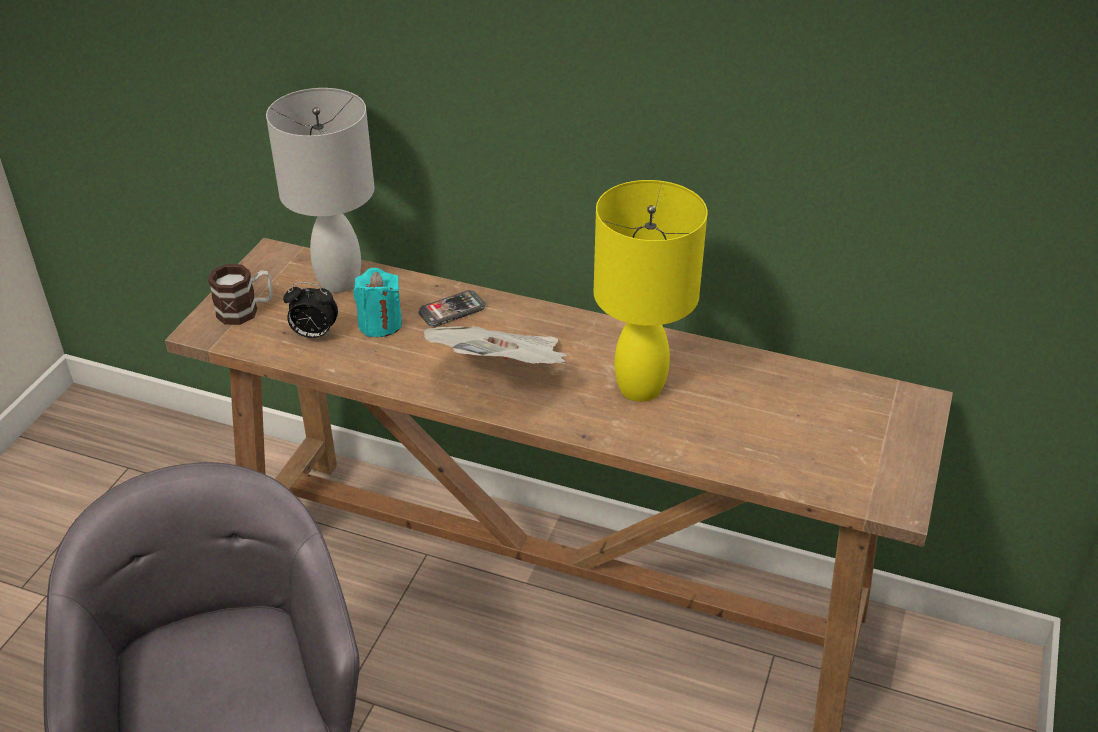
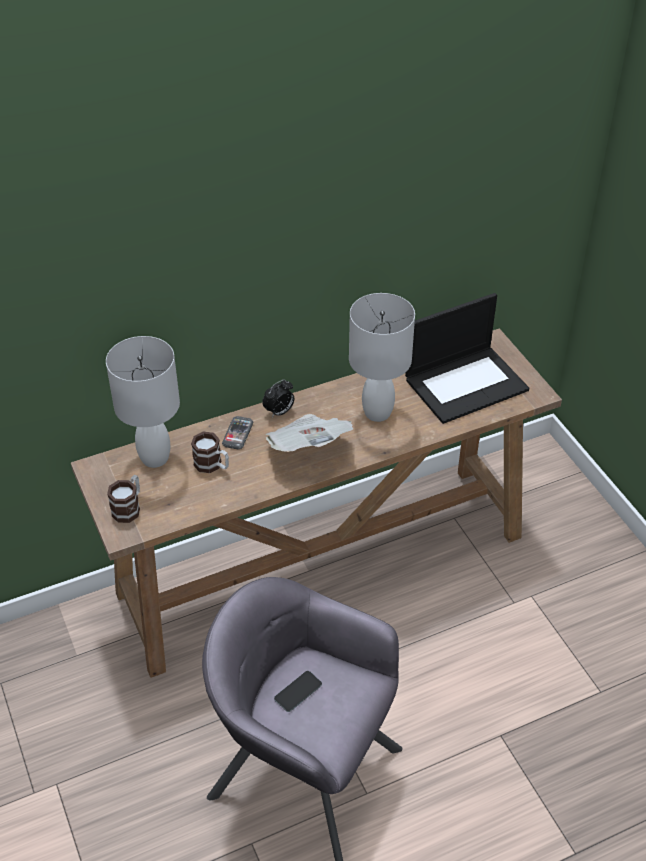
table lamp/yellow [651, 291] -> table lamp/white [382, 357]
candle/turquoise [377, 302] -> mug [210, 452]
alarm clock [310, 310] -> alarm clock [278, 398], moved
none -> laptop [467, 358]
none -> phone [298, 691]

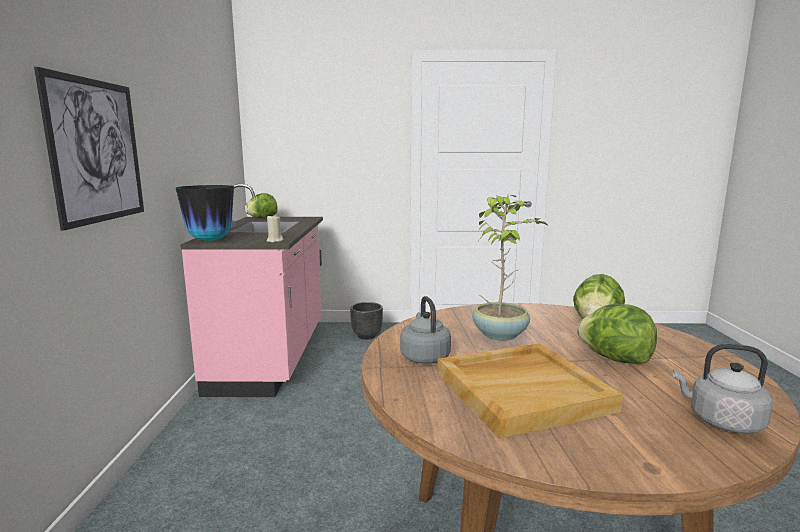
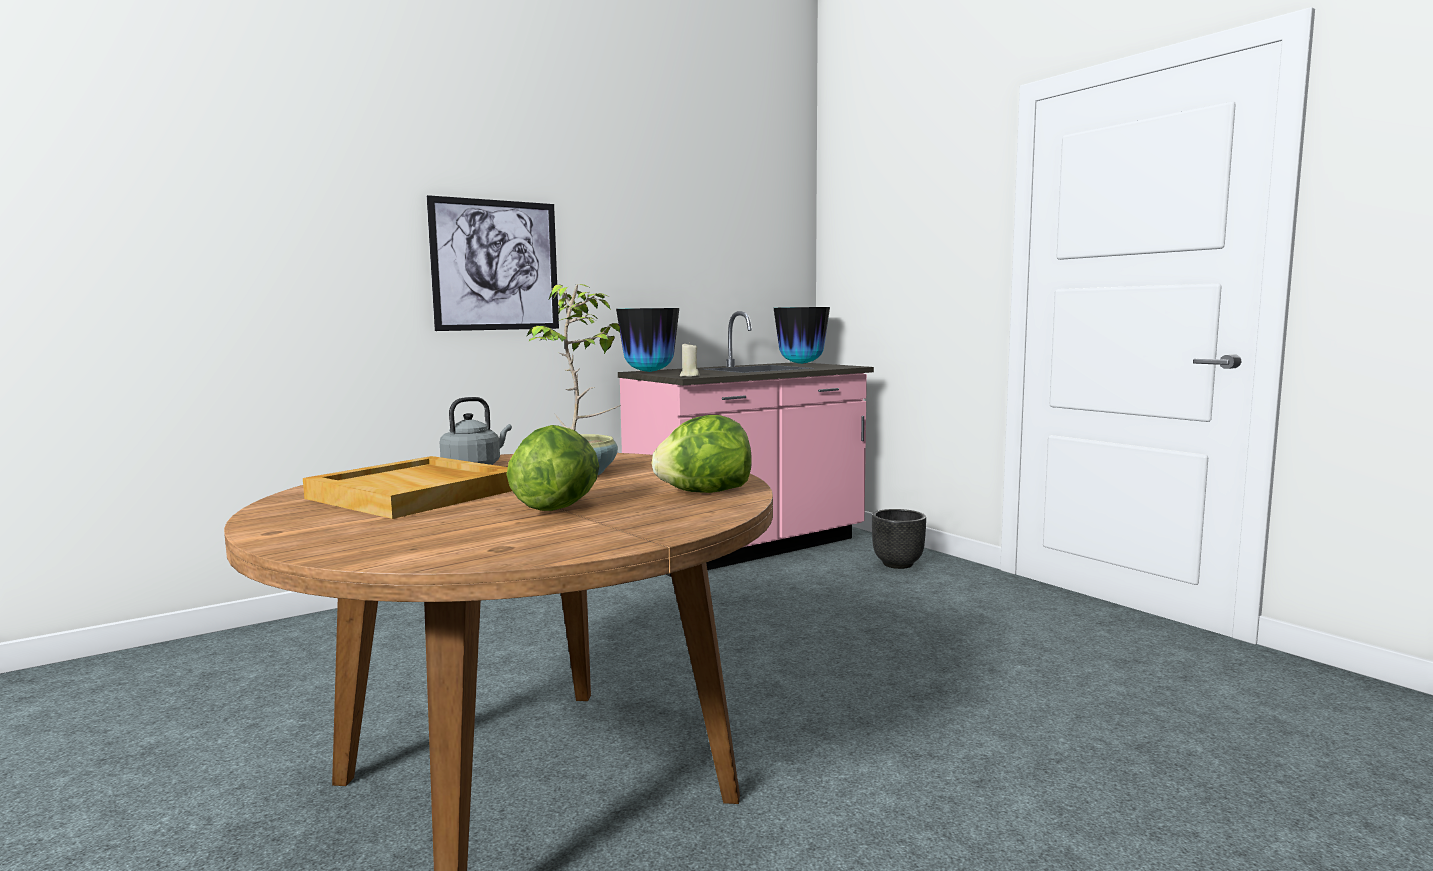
lettuce [261, 205] -> vase [802, 335]
kettle/grey [723, 389] -> none

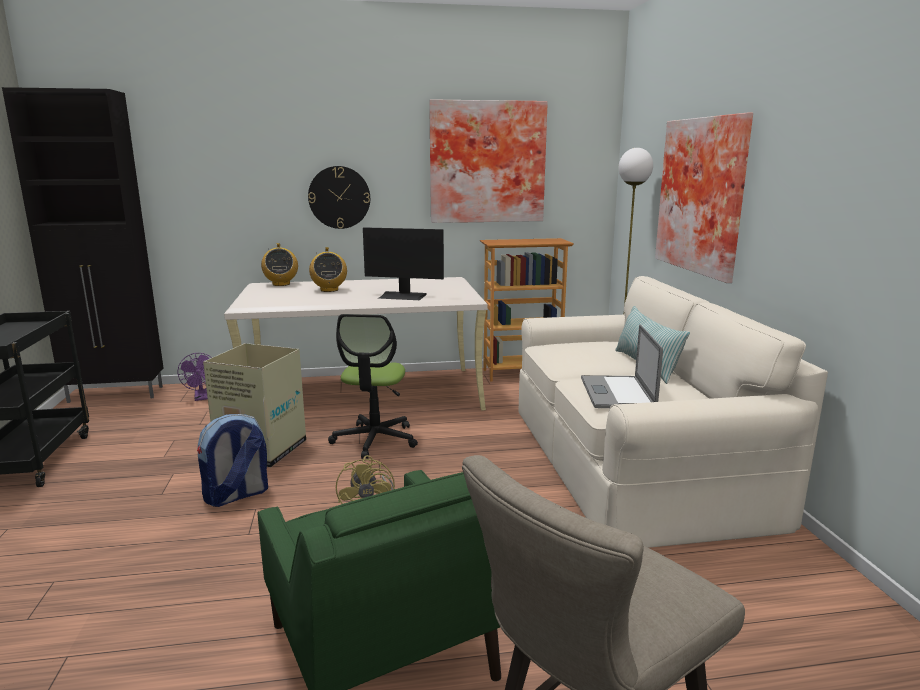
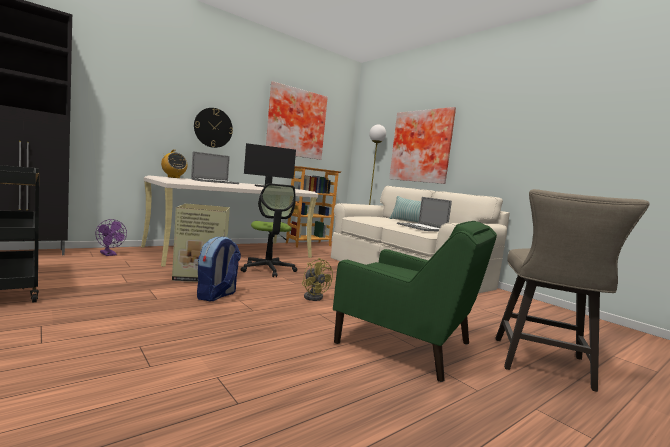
radio [328, 269] -> laptop [215, 167]

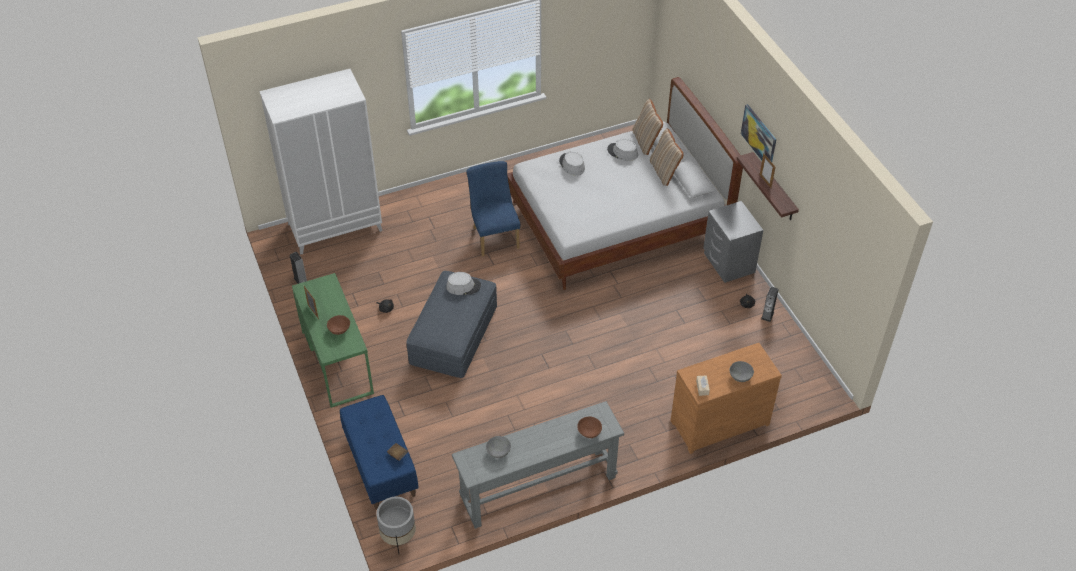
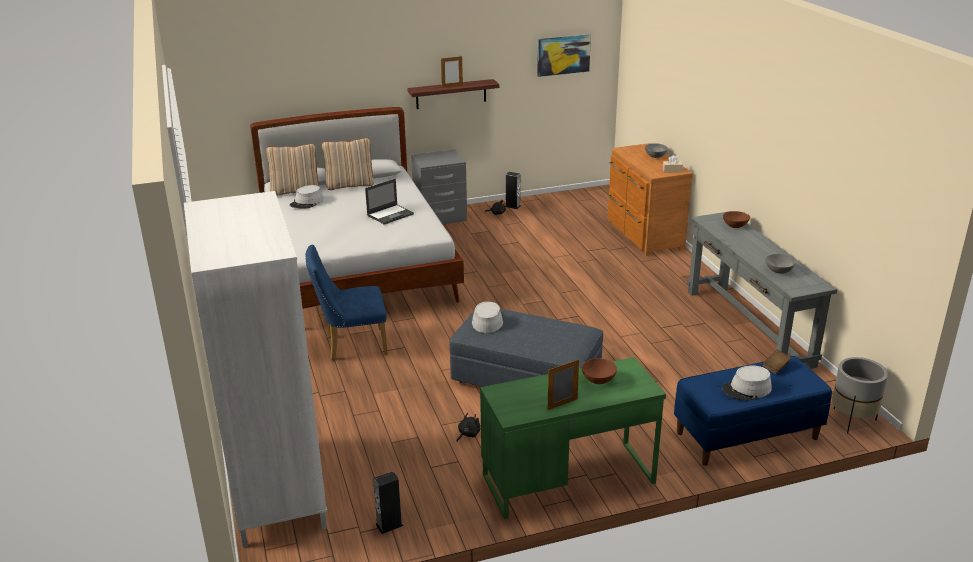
picture [758, 133] -> picture [564, 55], moved
hat/grey [572, 163] -> hat/grey [747, 383], moved
none -> laptop [389, 202]

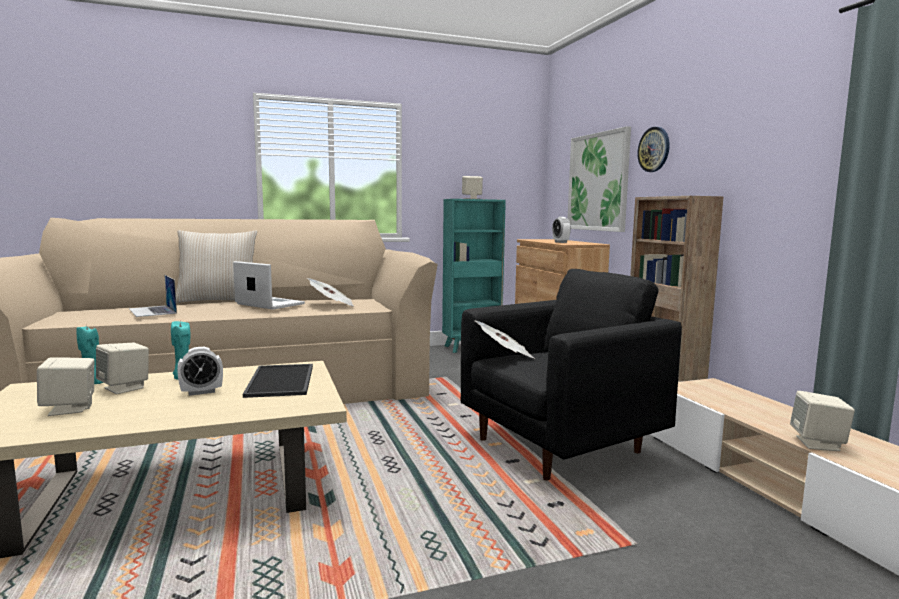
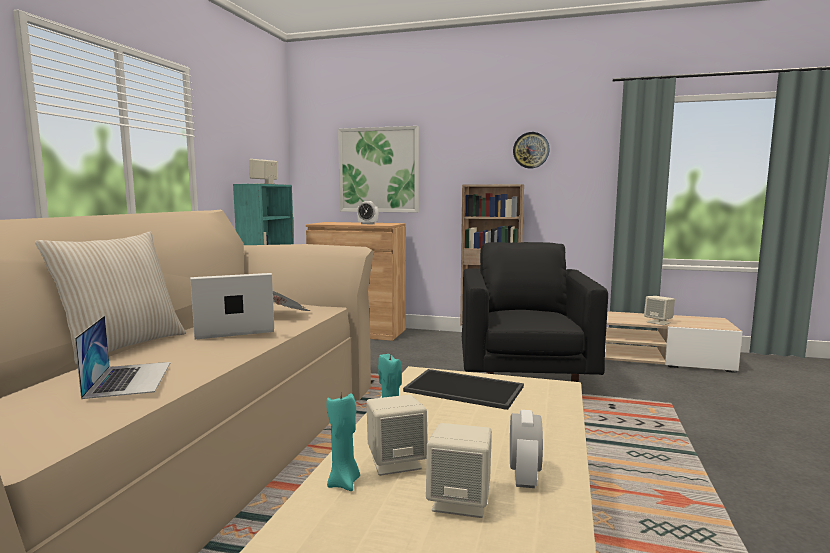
wall clock [653, 149] -> wall clock [531, 150], moved
laptop [153, 296] -> laptop [123, 357], 105 degrees counterclockwise
newspaper [504, 339] -> none
alarm clock [200, 371] -> alarm clock [526, 449], moved

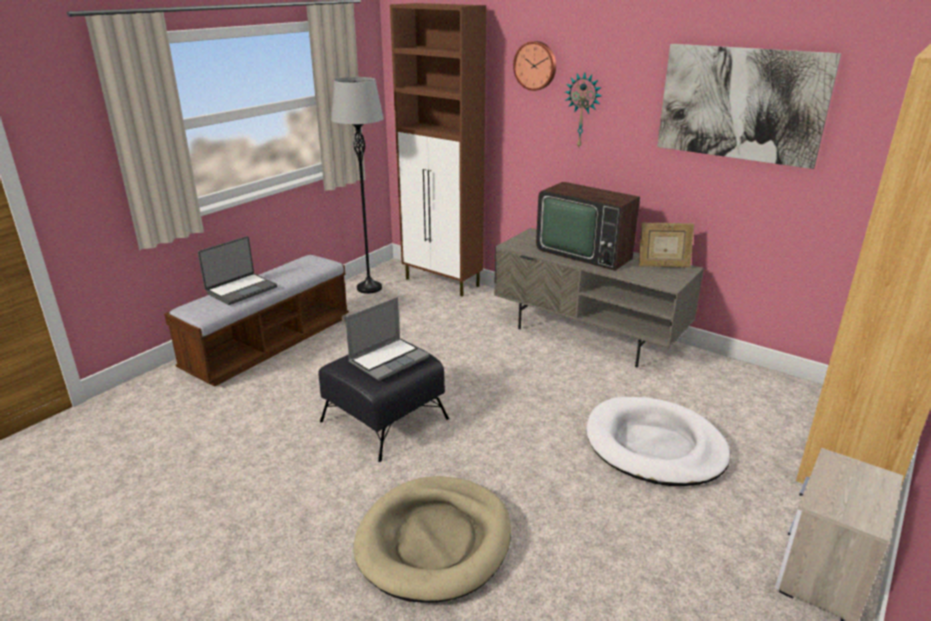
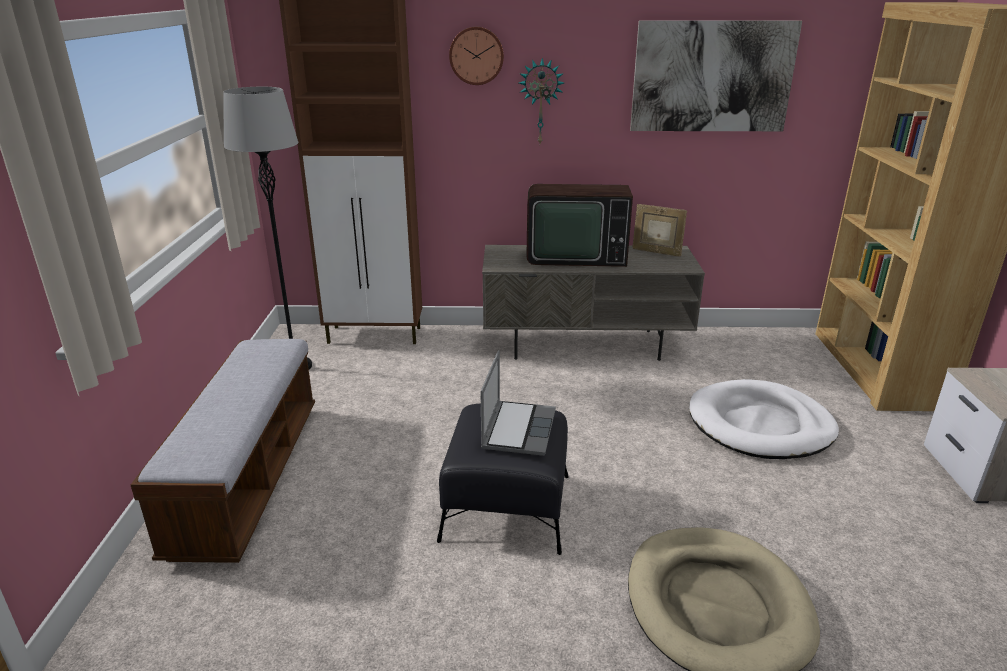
picture frame [666, 245] -> picture frame [659, 230], 60 degrees clockwise
laptop [237, 270] -> none

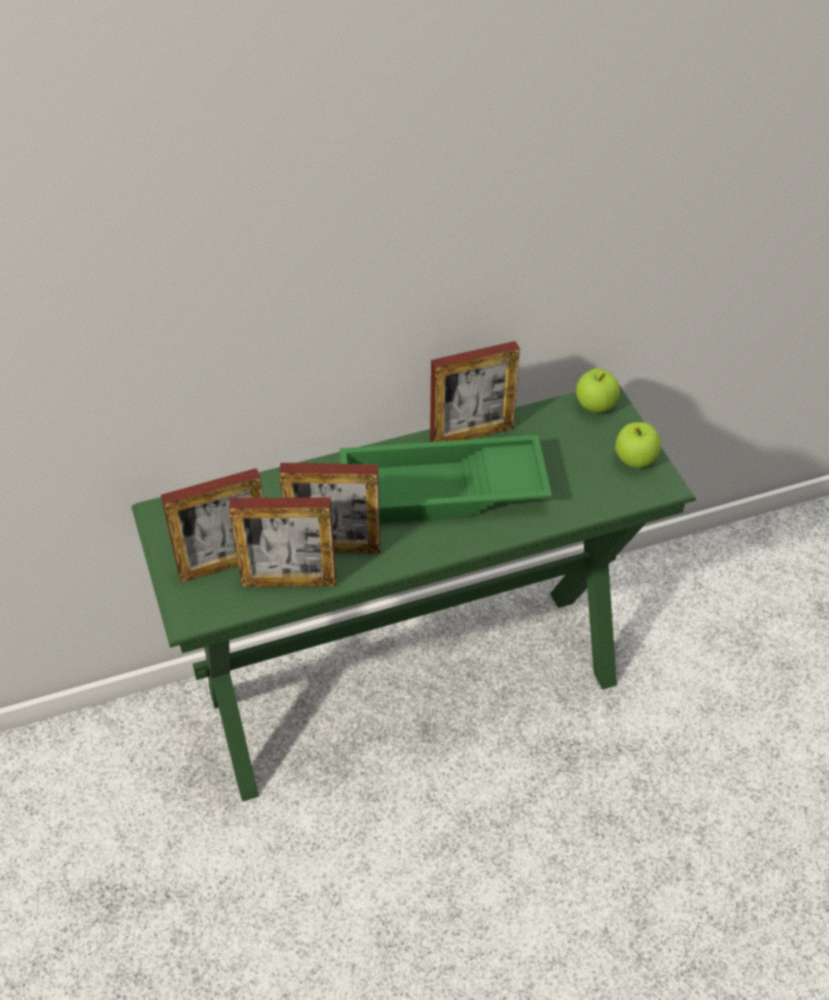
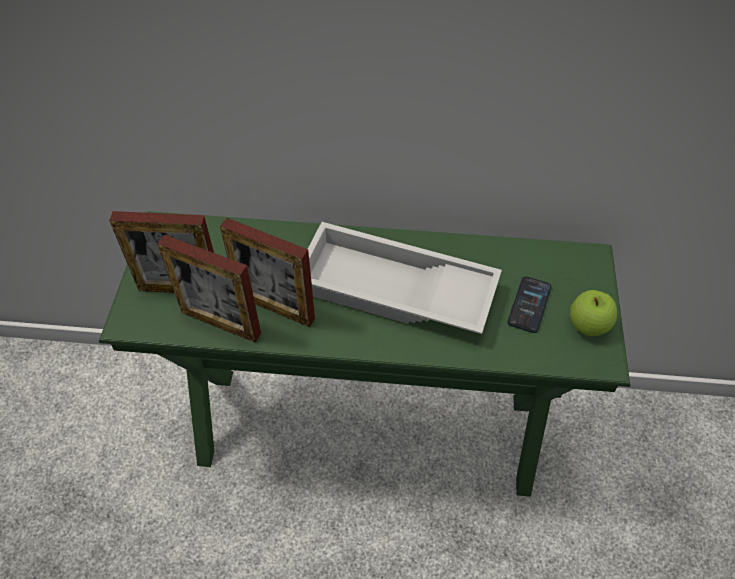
picture frame [475, 391] -> none
apple [598, 391] -> none
tray/green [446, 479] -> tray/white [405, 278]
none -> phone [530, 304]

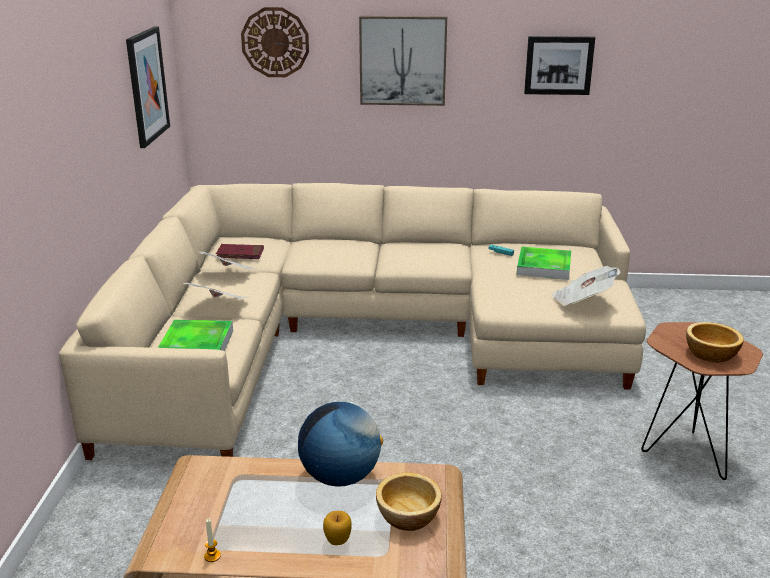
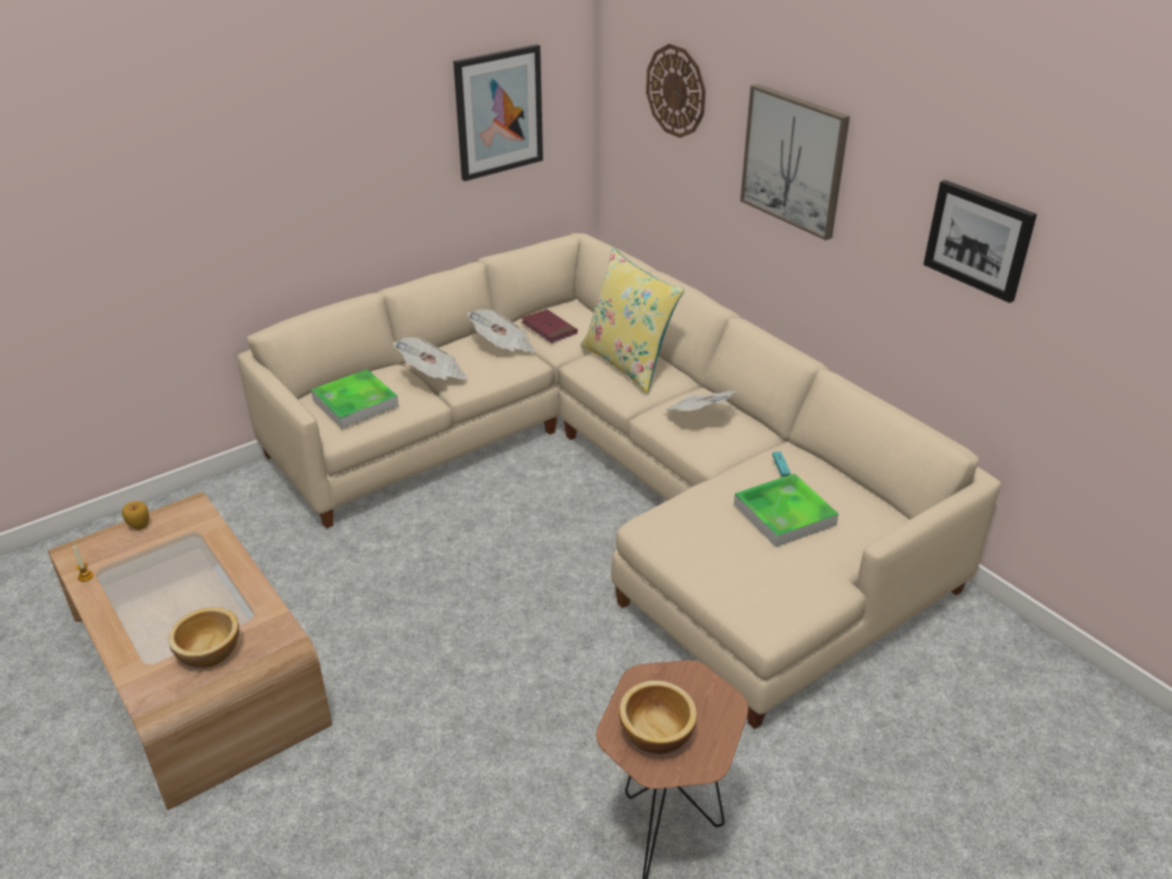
newspaper [586, 286] -> newspaper [701, 401], moved
globe [340, 444] -> none
apple [337, 528] -> apple [135, 515], moved
none -> pillow/yellow [632, 320]

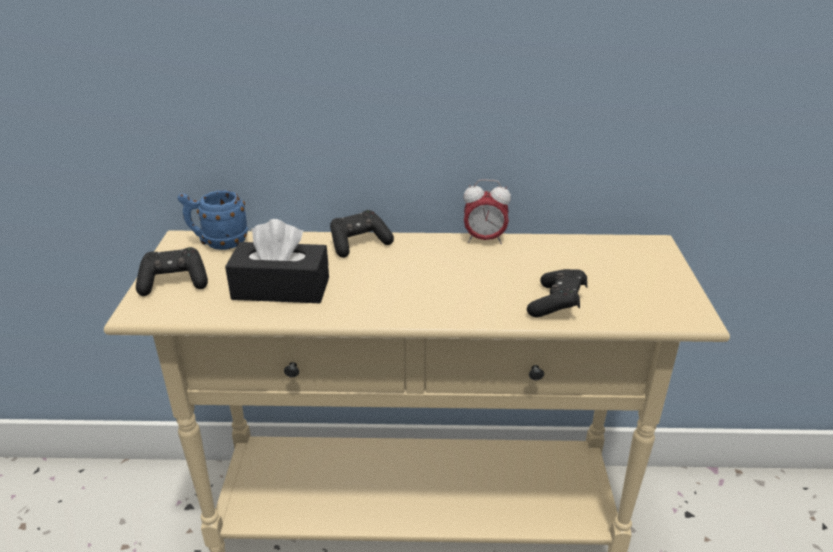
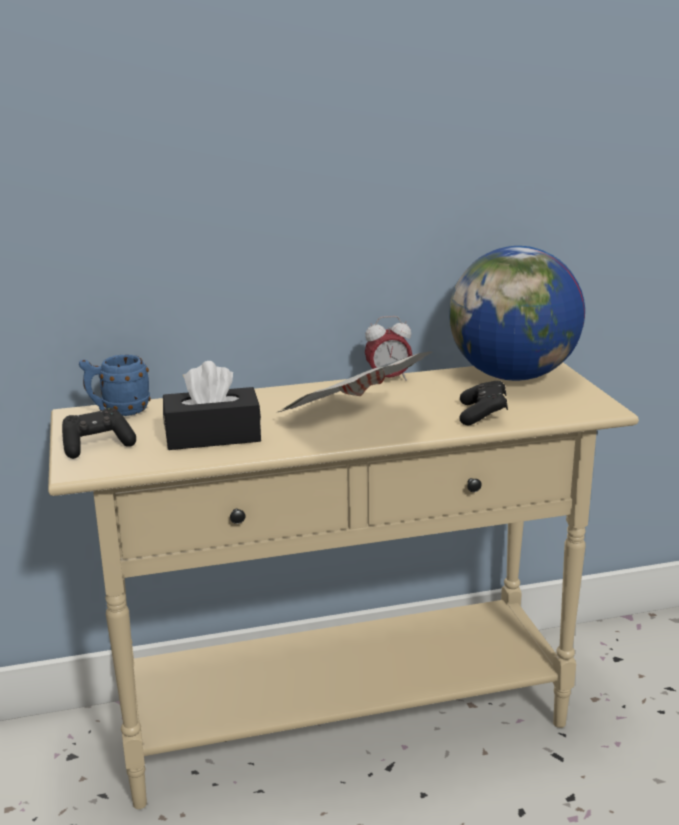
game controller/black [362, 234] -> none
none -> globe [517, 313]
none -> newspaper [355, 381]

